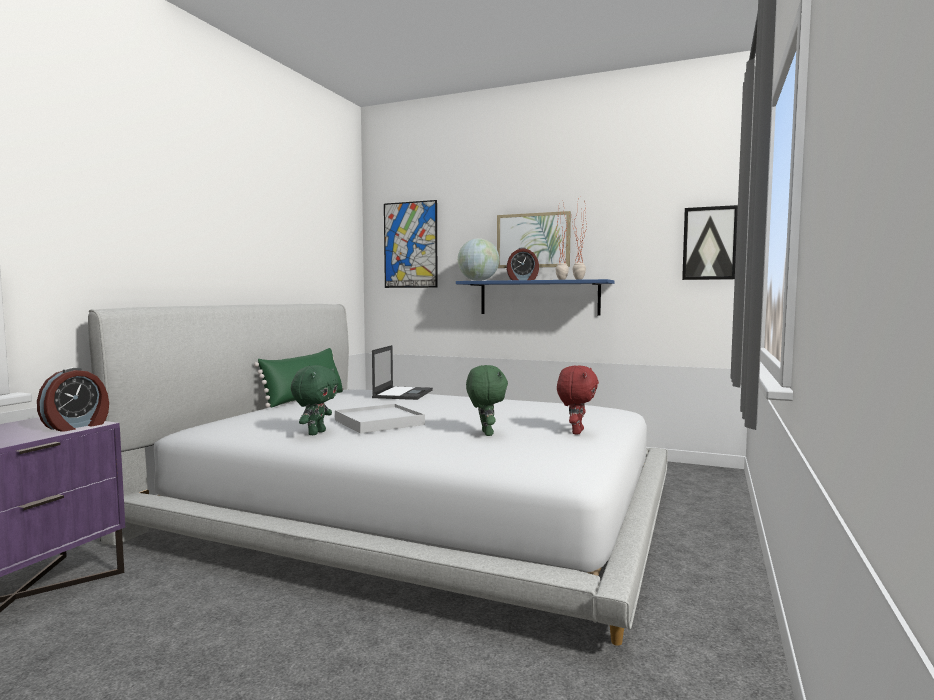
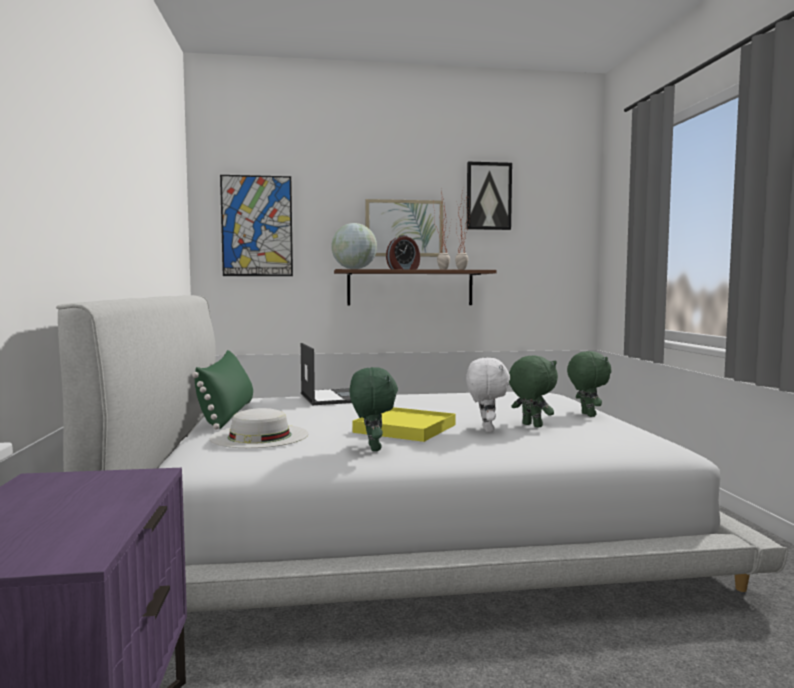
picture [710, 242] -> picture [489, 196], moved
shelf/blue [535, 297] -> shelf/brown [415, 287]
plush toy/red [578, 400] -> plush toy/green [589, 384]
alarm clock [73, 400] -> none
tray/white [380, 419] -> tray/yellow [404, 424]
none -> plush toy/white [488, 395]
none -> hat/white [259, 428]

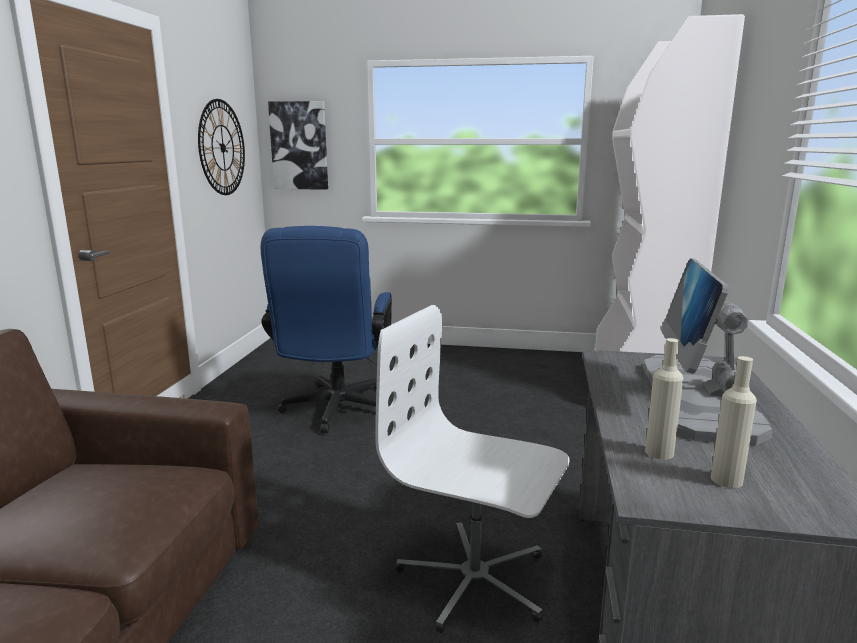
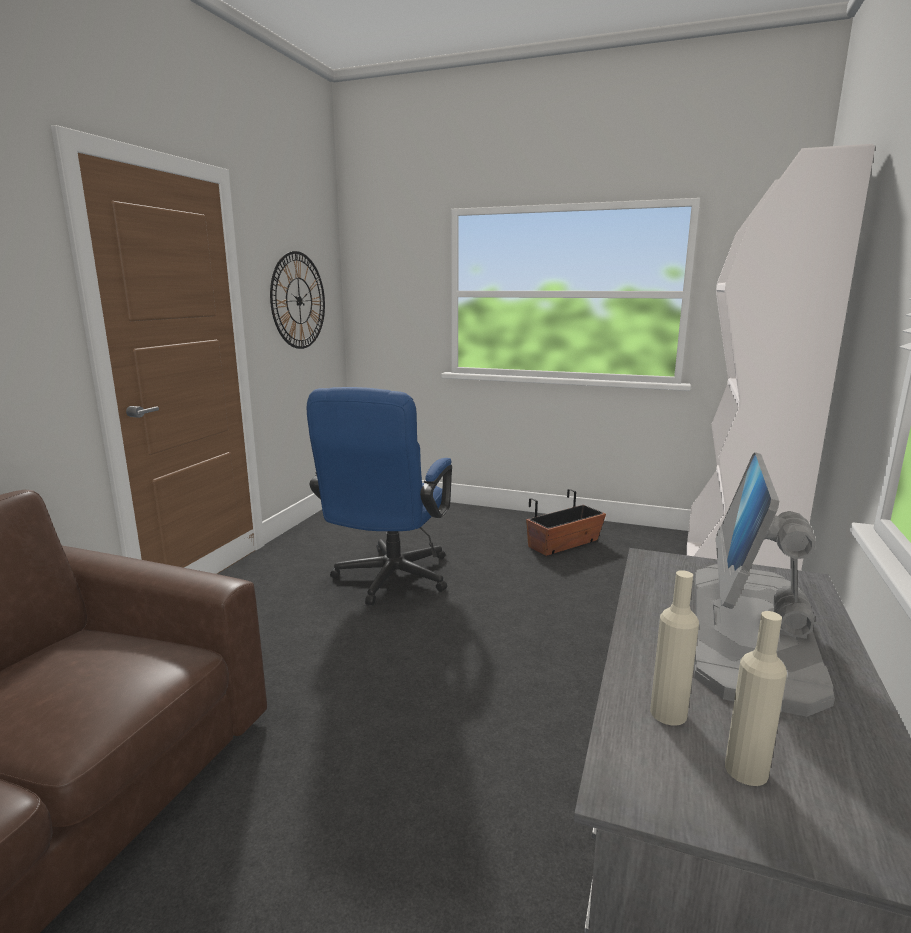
picture [298, 145] -> none
office chair/white [472, 469] -> none
none -> planter [566, 522]

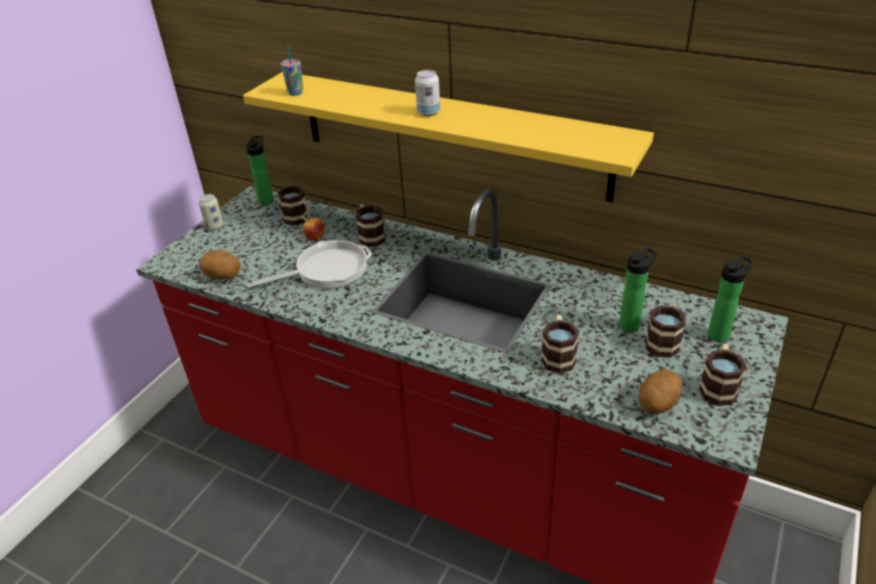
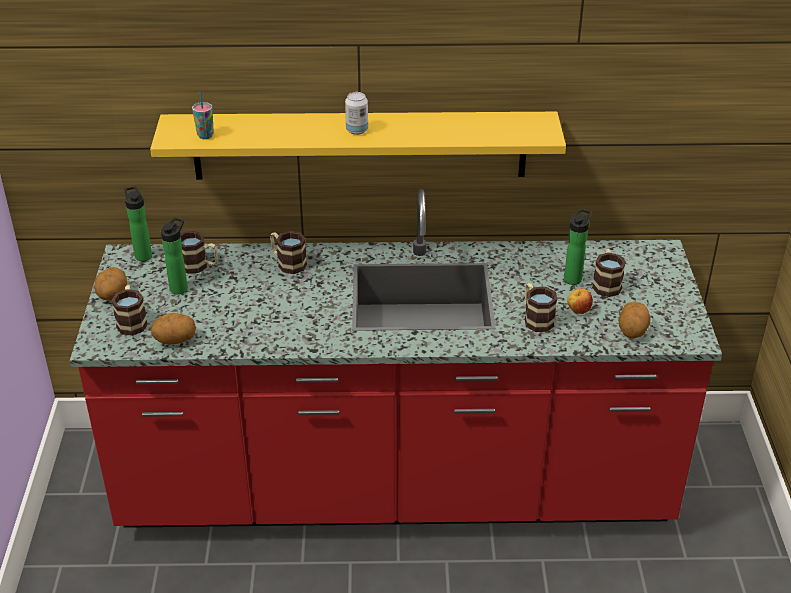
can [211, 212] -> potato [110, 284]
apple [314, 229] -> apple [580, 301], moved
frying pan [309, 264] -> none
bottle [731, 298] -> bottle [174, 255], moved
mug [723, 374] -> mug [129, 310], moved

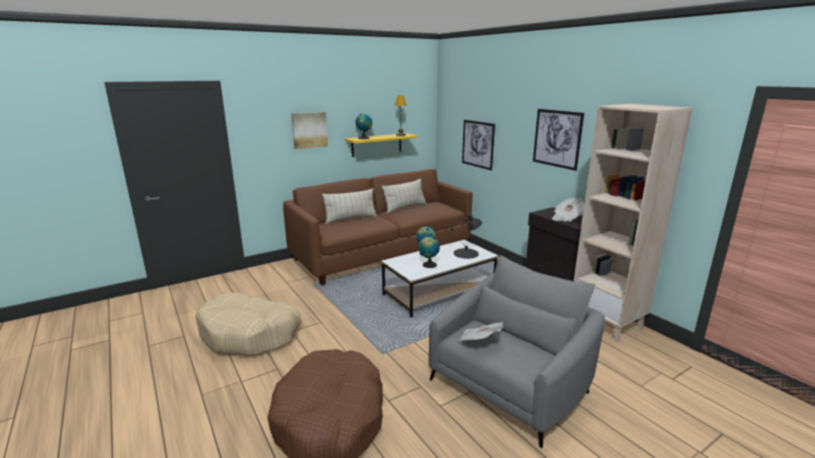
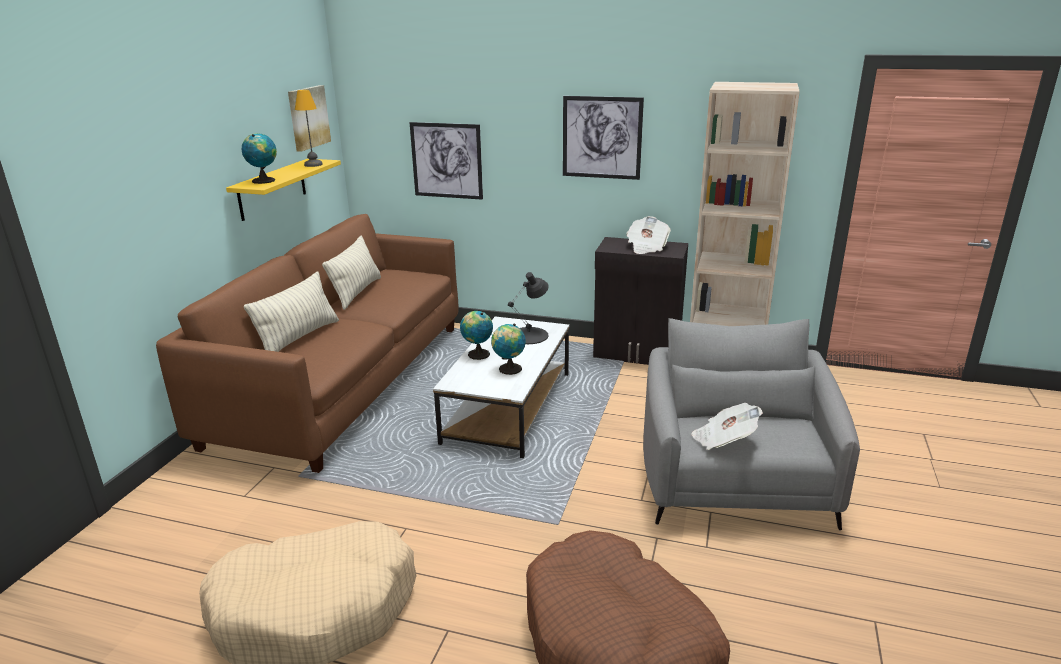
picture [309, 130] -> picture [309, 118], moved

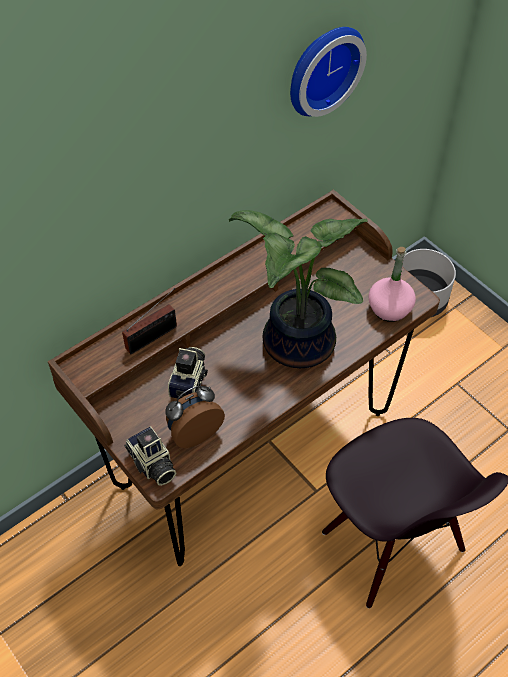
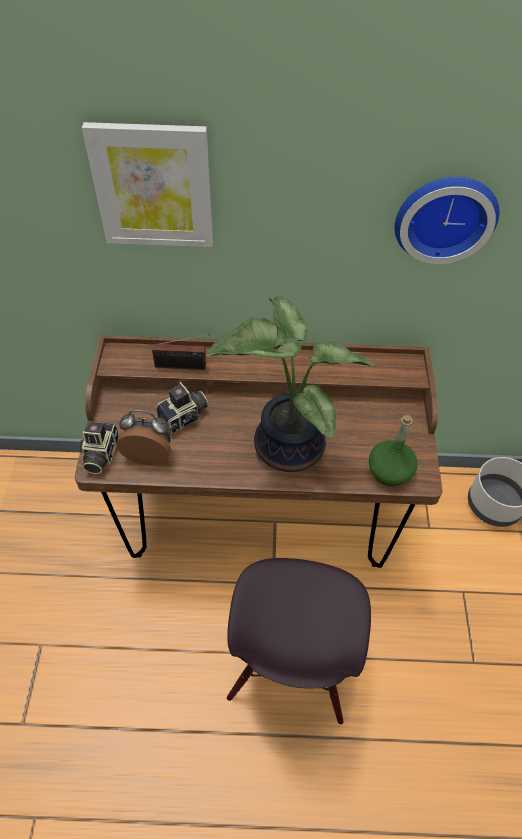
bottle/pink [392, 284] -> bottle/green [393, 450]
none -> picture [147, 184]

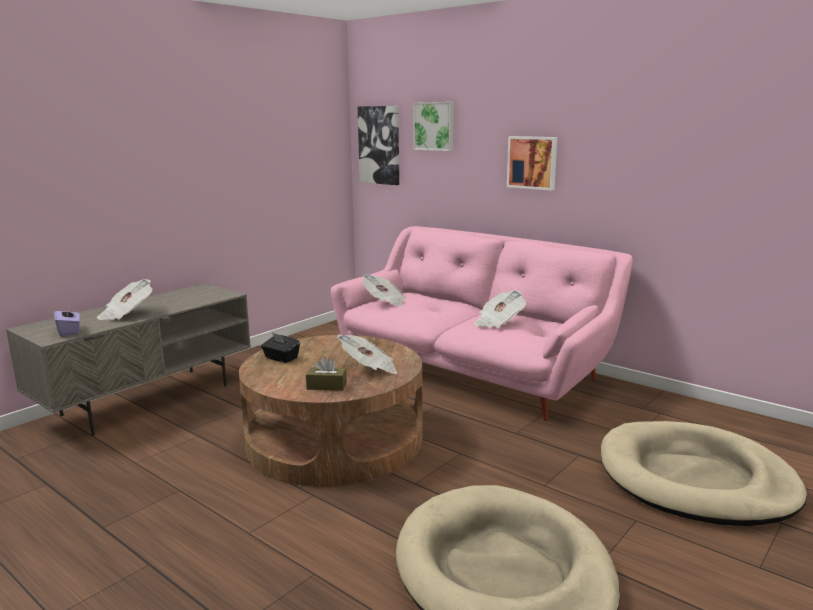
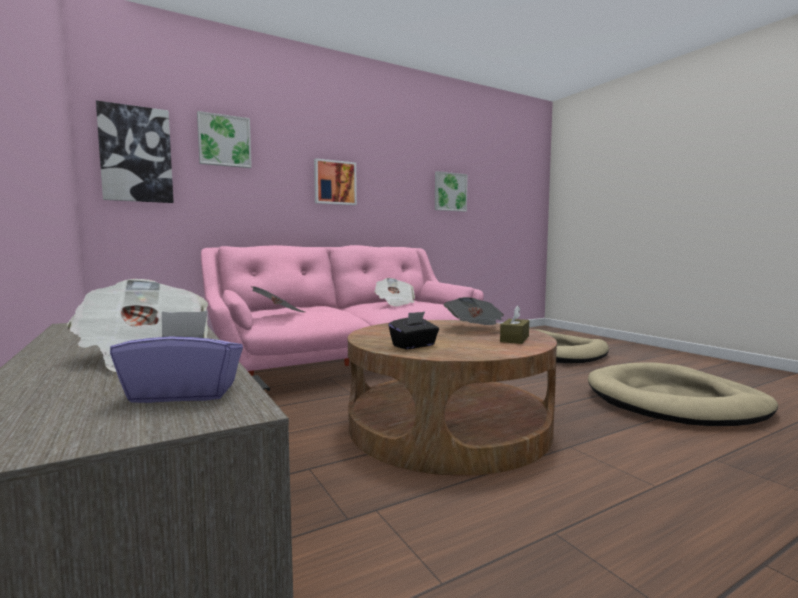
none -> picture [451, 191]

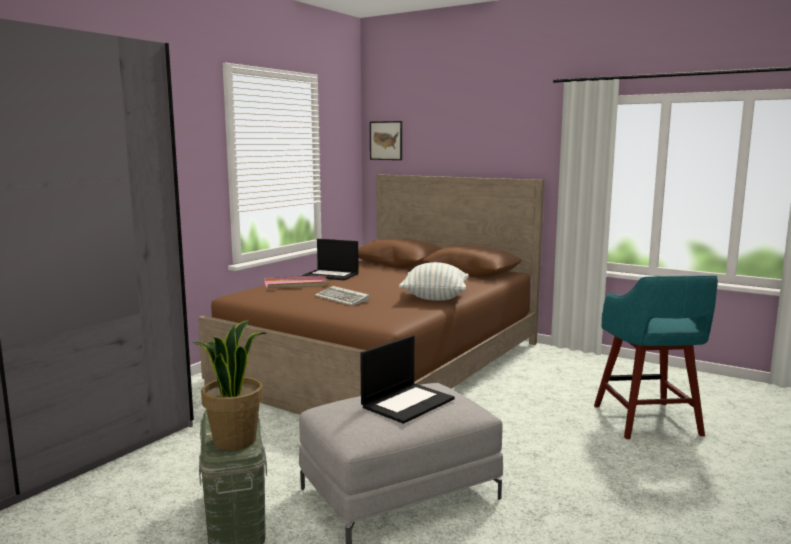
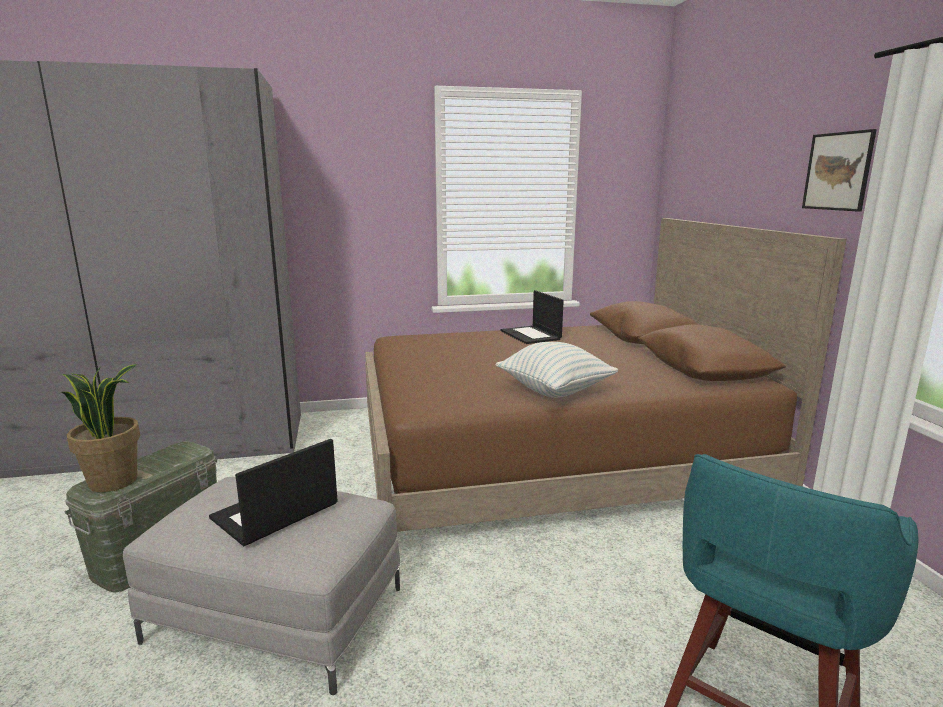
picture [386, 140] -> picture [839, 170], moved
tray/pink [296, 281] -> none
keyboard [342, 296] -> none
laptop [407, 379] -> laptop [273, 492], 135 degrees clockwise

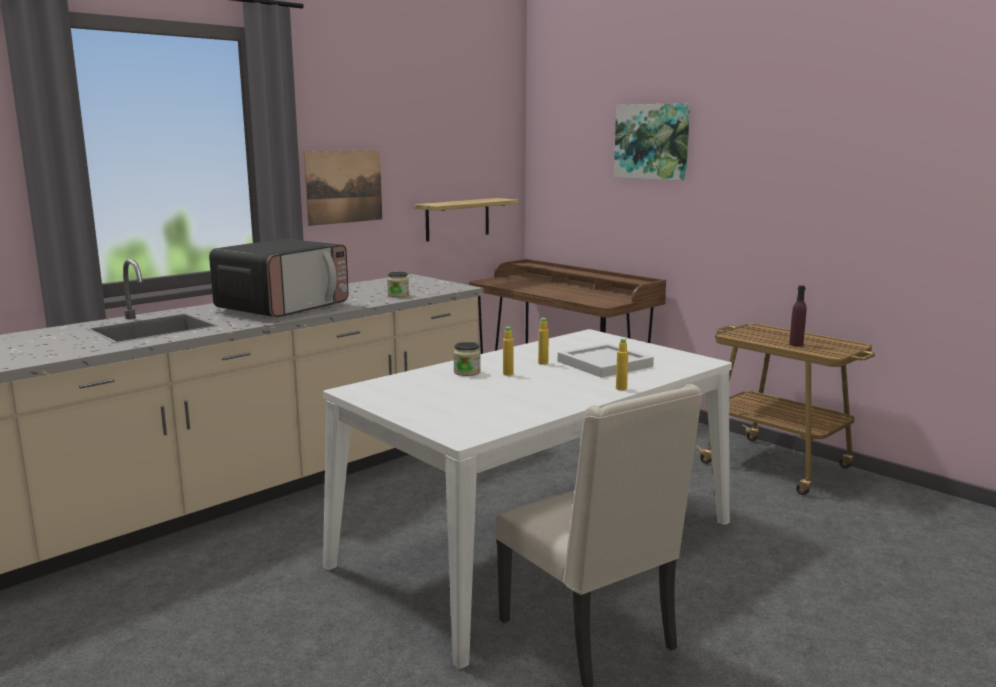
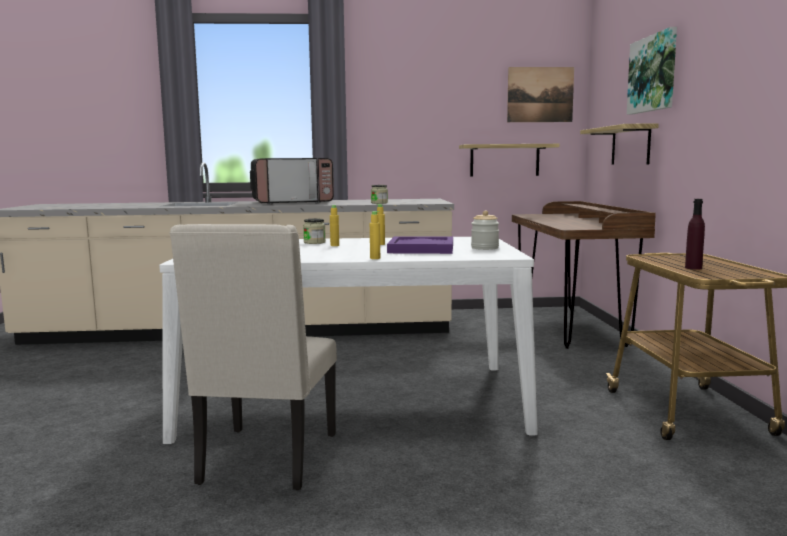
picture [343, 188] -> picture [540, 94], moved
tray/white [606, 360] -> tray/purple [420, 245]
none -> shelf [619, 144]
none -> jar [485, 230]

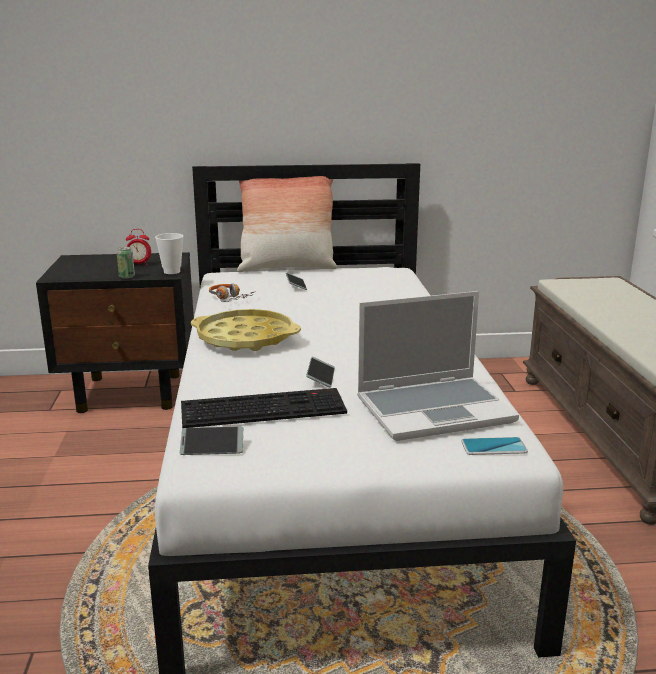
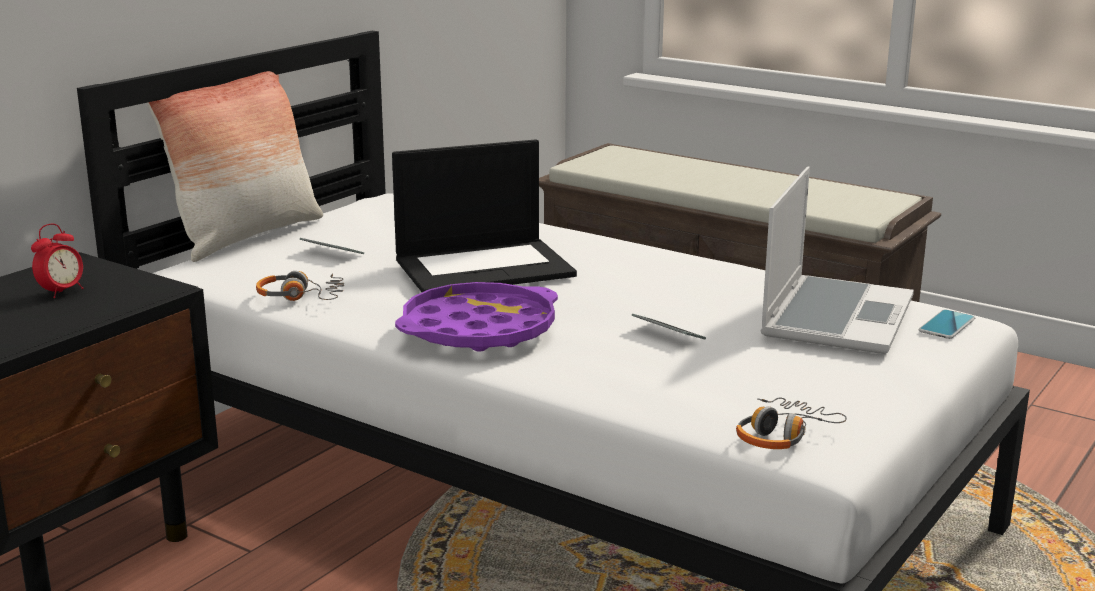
cup [169, 253] -> none
can [126, 263] -> none
tray/yellow [246, 330] -> tray/purple [476, 317]
keyboard [264, 408] -> none
phone [211, 440] -> headphones [791, 423]
none -> laptop [484, 215]

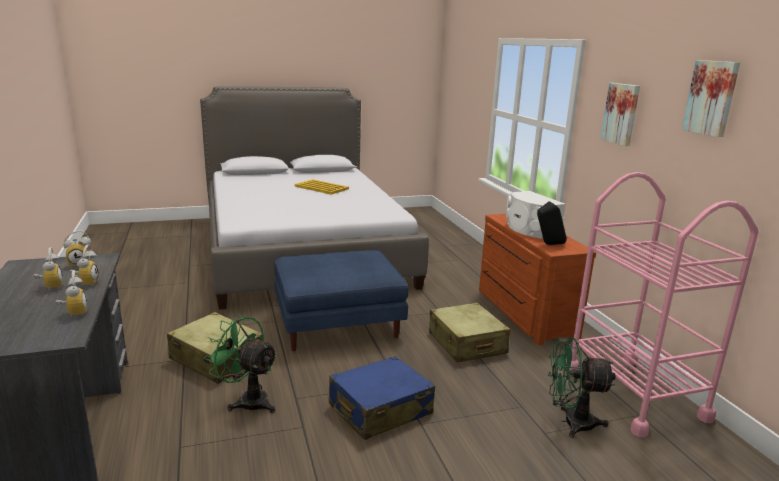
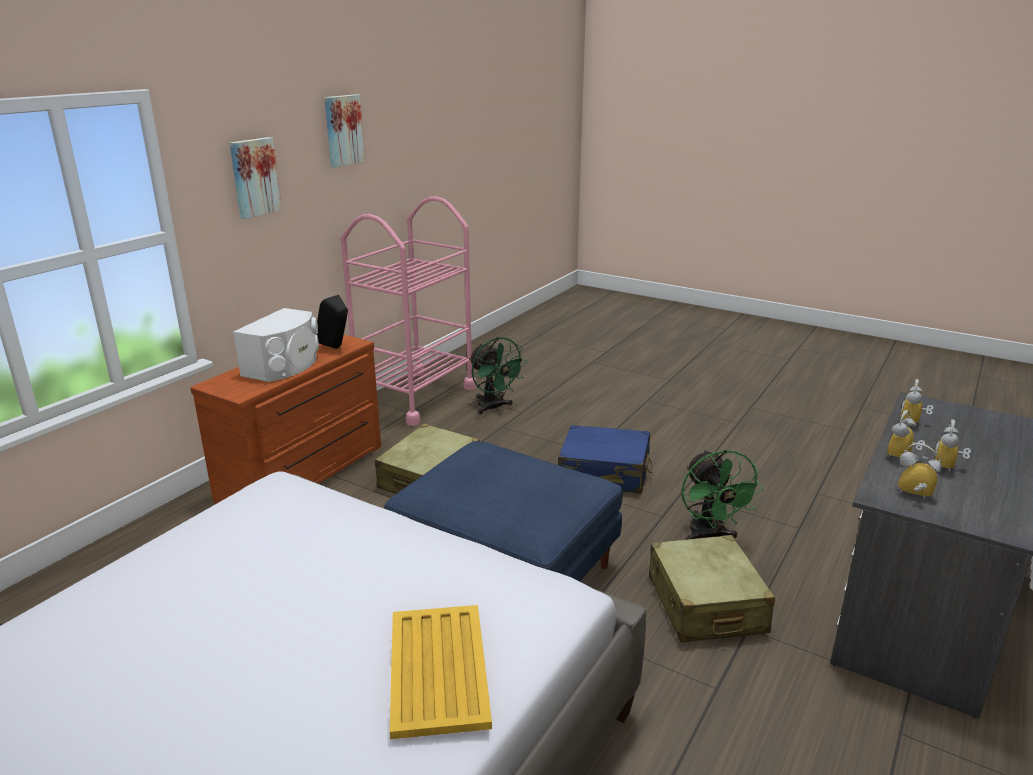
tray/yellow [322, 187] -> tray/yellow [441, 672], moved

